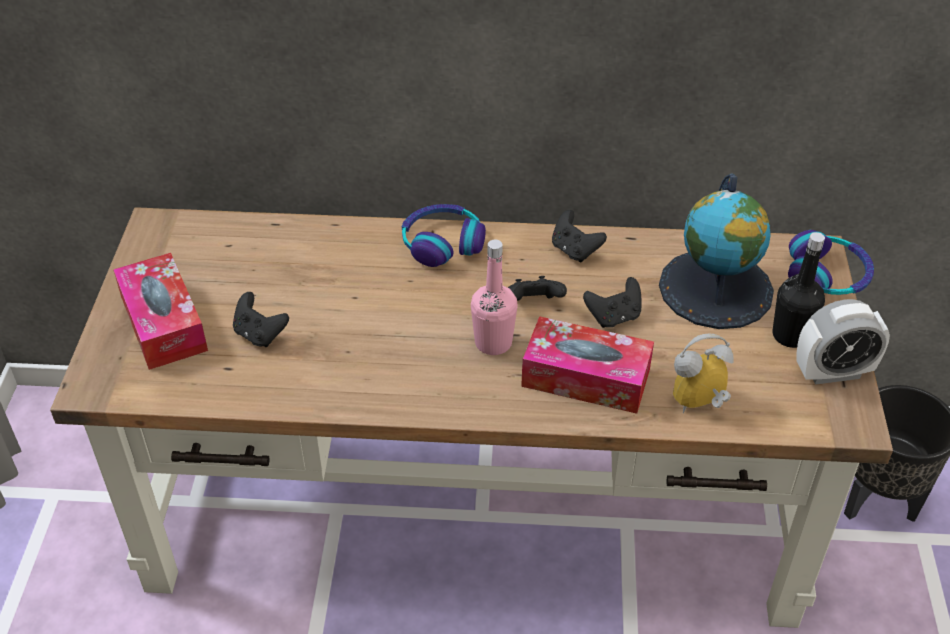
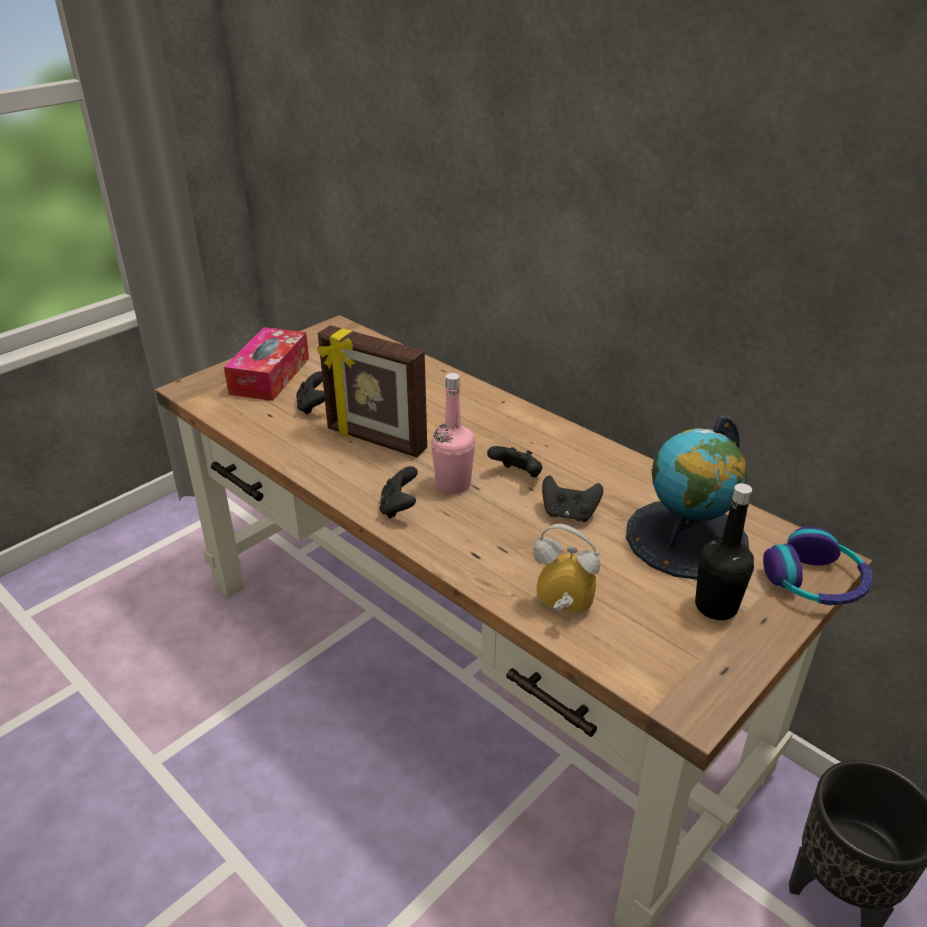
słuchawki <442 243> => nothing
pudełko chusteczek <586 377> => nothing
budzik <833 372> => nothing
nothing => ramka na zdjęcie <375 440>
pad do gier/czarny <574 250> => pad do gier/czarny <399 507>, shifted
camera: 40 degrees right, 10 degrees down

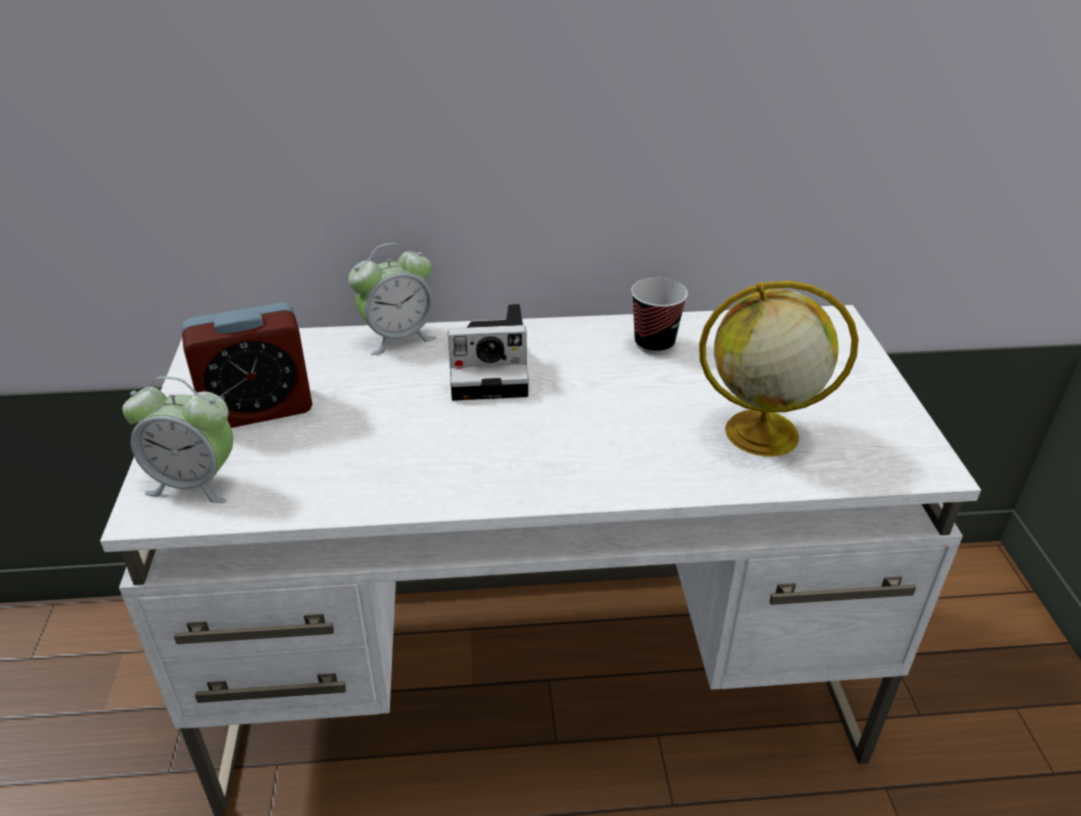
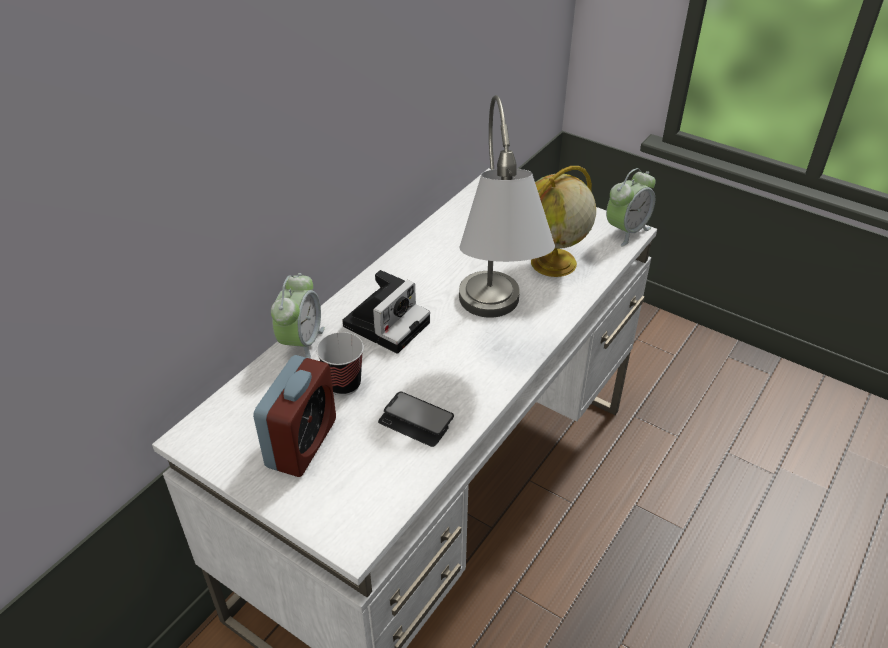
nothing => telefon <416 420>
nothing => lampa stołowa/szary <494 325>
budzik <195 482> => budzik <626 231>, shifted
filiżanka <654 344> => filiżanka <344 384>, shifted
camera: 50 degrees left, 5 degrees up

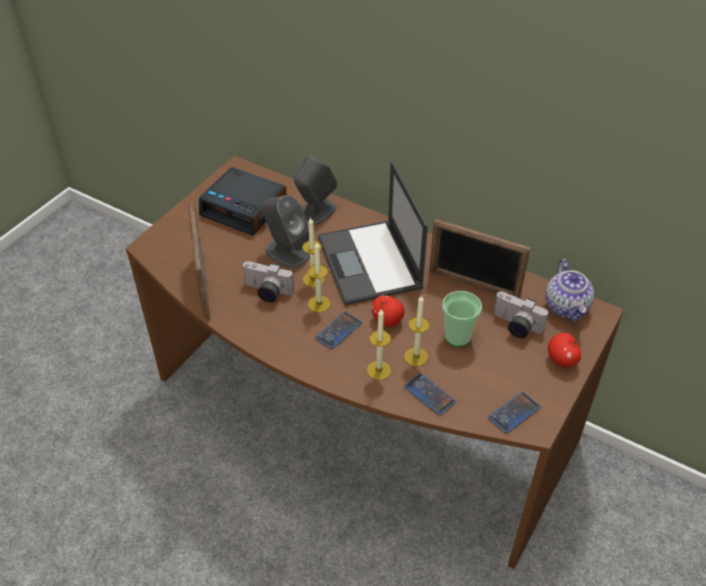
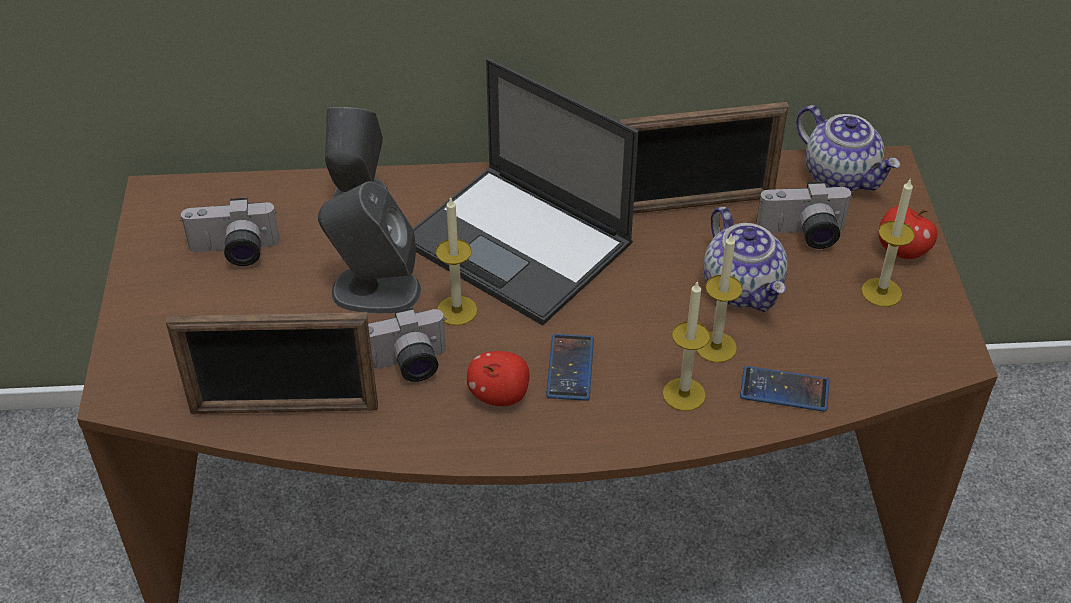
telefon <514 412> => nothing
świeca <319 304> => świeca <881 292>, shifted
jabłko <387 320> => jabłko <499 395>, shifted
budzik <245 208> => aparat fotograficzny <234 252>
filiżanka <457 337> => imbryk <743 289>
ramka na zdjęcie <203 285> => ramka na zdjęcie <284 409>, 45 degrees counterclockwise
camera: 35 degrees left, 0 degrees up

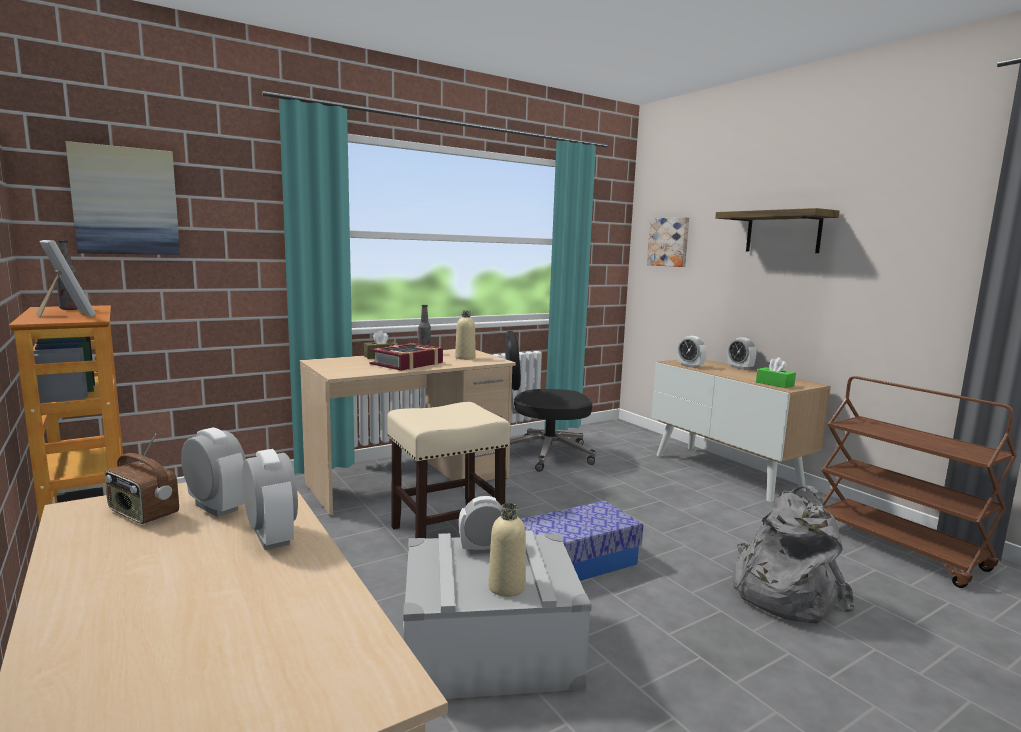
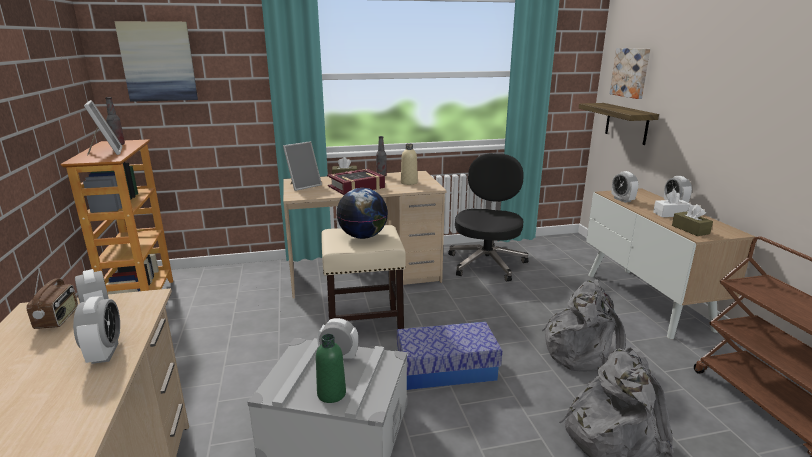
nothing => ramka na zdjęcie <303 186>
nothing => globus <363 236>
nothing => plecak/szary <583 352>
nothing => pudełko chusteczek/biały <670 214>
półka <783 232> => półka <626 123>, shifted
butelka/beżowy <506 587> => butelka/zielony <331 394>
pudełko chusteczek/zielony <774 384> => pudełko chusteczek/brązowy <690 229>
radio <142 513> => radio <58 319>, 150 degrees counterclockwise
krzesło biurowe/czarny <544 454> => krzesło biurowe/czarny <486 263>, 90 degrees clockwise
camera: 20 degrees right, 10 degrees up

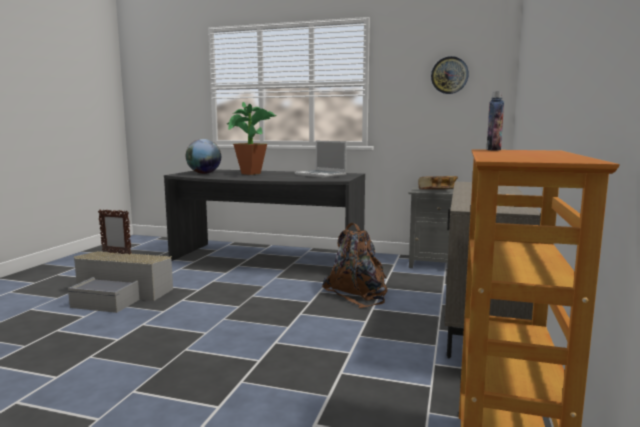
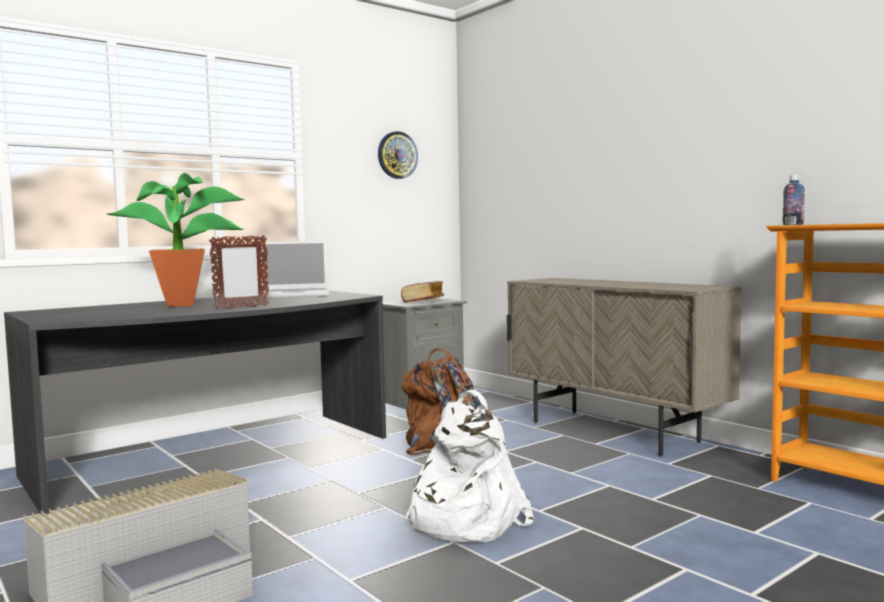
globus <204 173> => nothing
nothing => plecak/biały <462 520>
ramka na zdjęcie <116 253> => ramka na zdjęcie <241 307>, shifted
camera: 55 degrees left, 5 degrees down

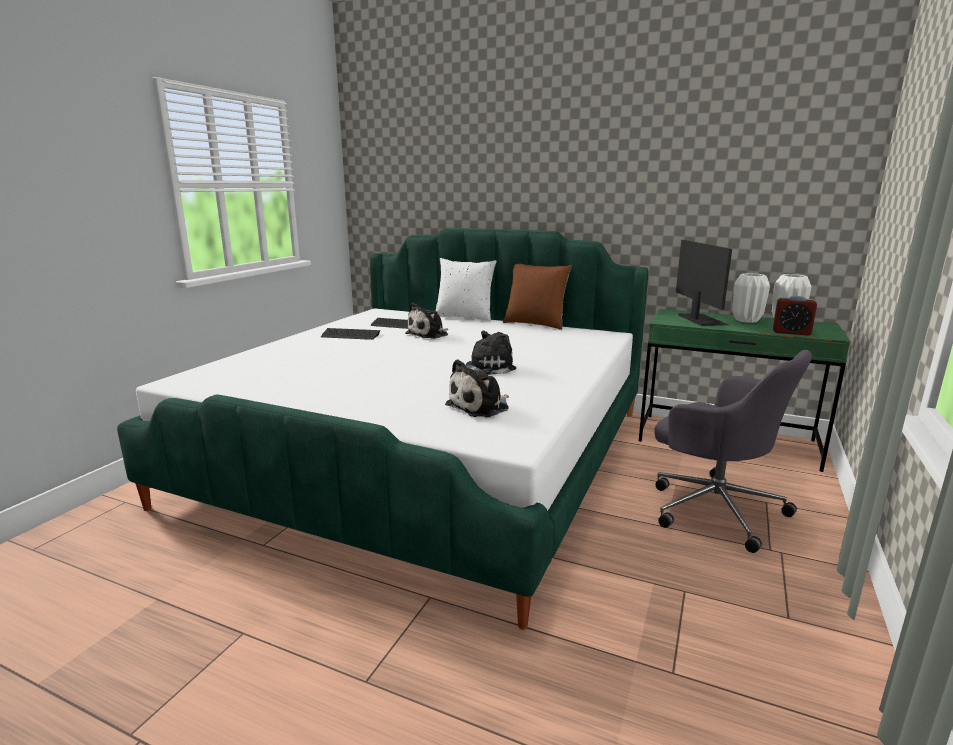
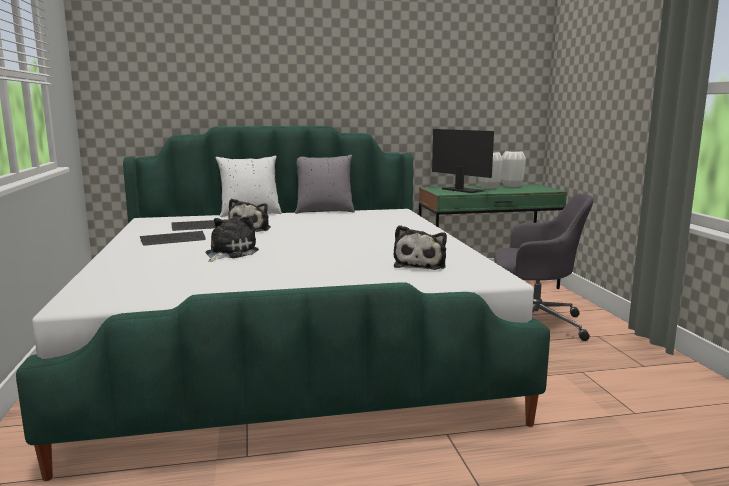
budzik <791 332> => nothing
pluszak <487 368> => pluszak <229 253>, shifted
poduszka/brązowy <535 324> => poduszka/szary <324 211>
camera: 35 degrees left, 5 degrees down

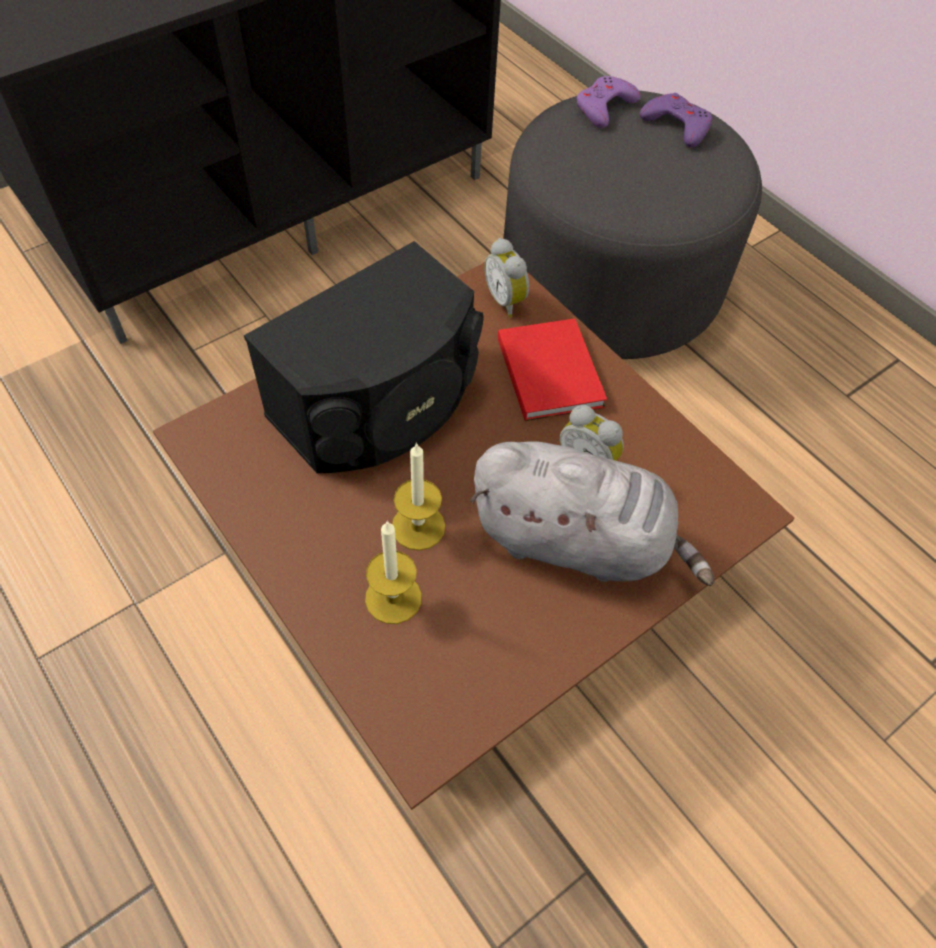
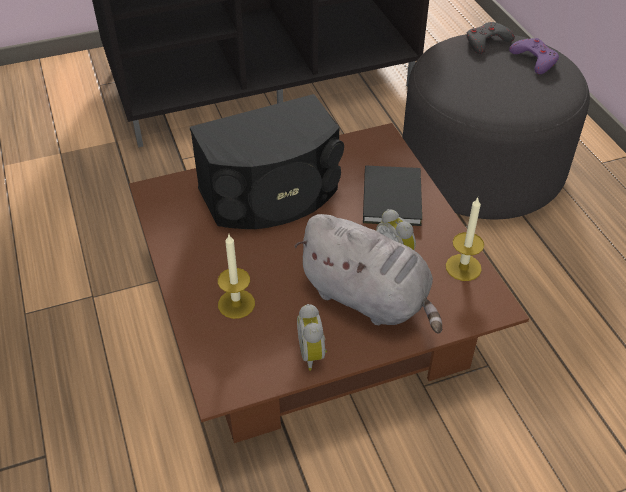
świeca <418 526> => świeca <463 267>, shifted
budzik <507 300> => budzik <313 353>, shifted
książka/czerwony <550 370> => książka/czarny <393 197>
pad do gier/fioletowy <604 107> => pad do gier/szary <486 42>
camera: 20 degrees right, 10 degrees down

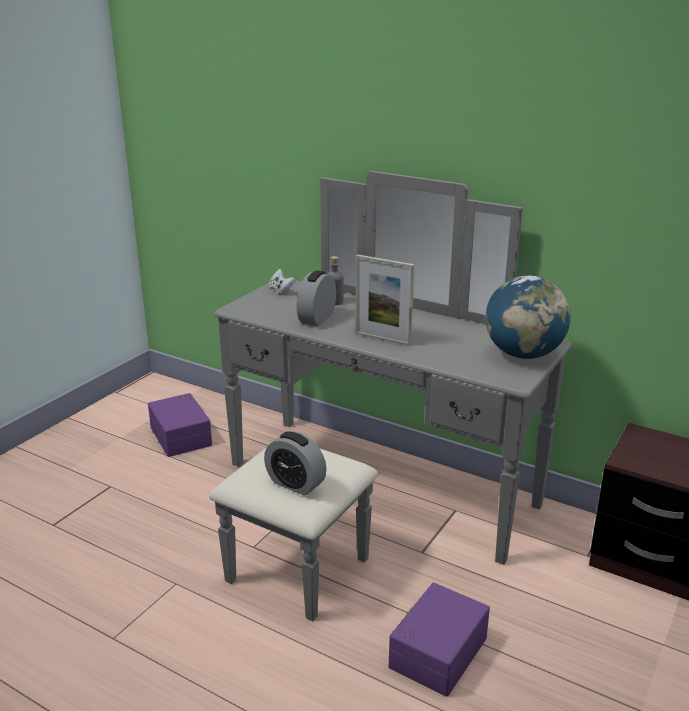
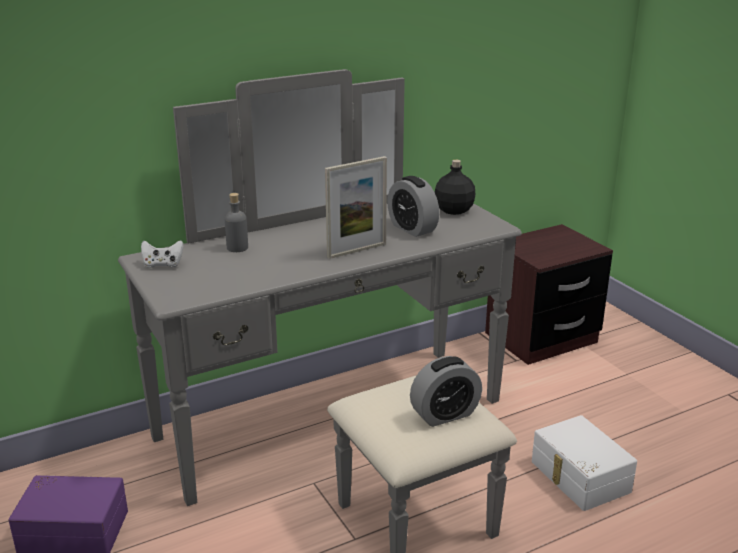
budzik <317 318> => budzik <412 228>, shifted
globus <523 354> => butelka/czarny <454 210>
pojemnik do przechowywania/fioletowy <436 651> => pojemnik do przechowywania/biały <578 477>
camera: 60 degrees left, 0 degrees up

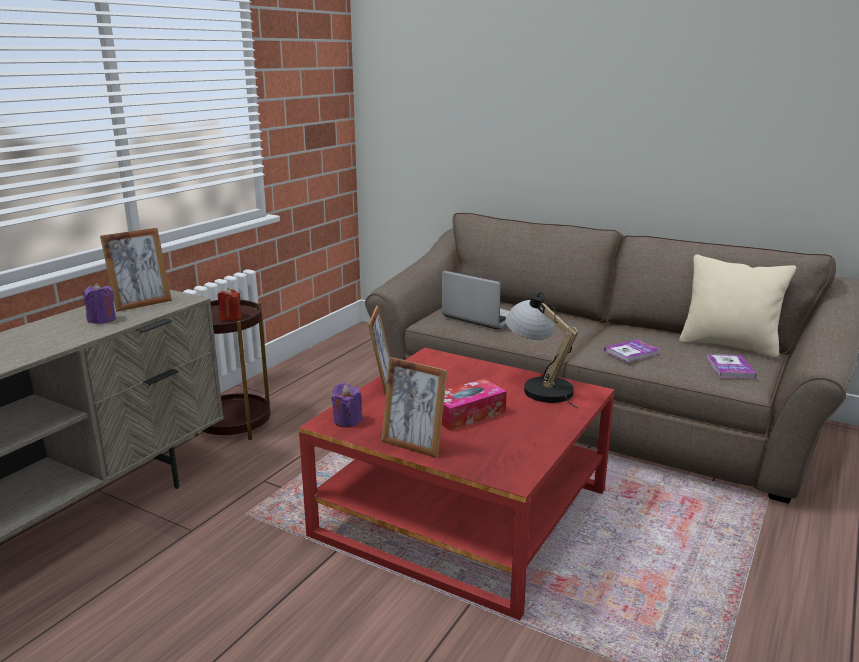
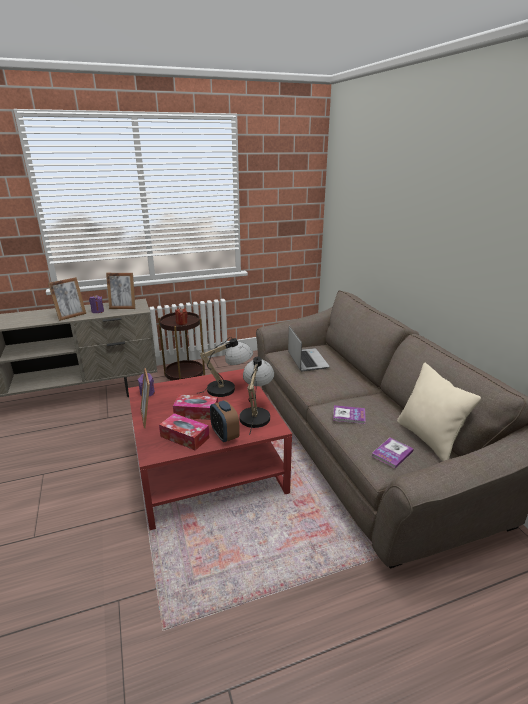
nothing => pudełko chusteczek <184 437>
nothing => lampa stołowa <228 388>
nothing => budzik <225 435>
ramka na zdjęcie <382 383> => ramka na zdjęcie <71 316>, shifted
camera: 40 degrees right, 5 degrees up

